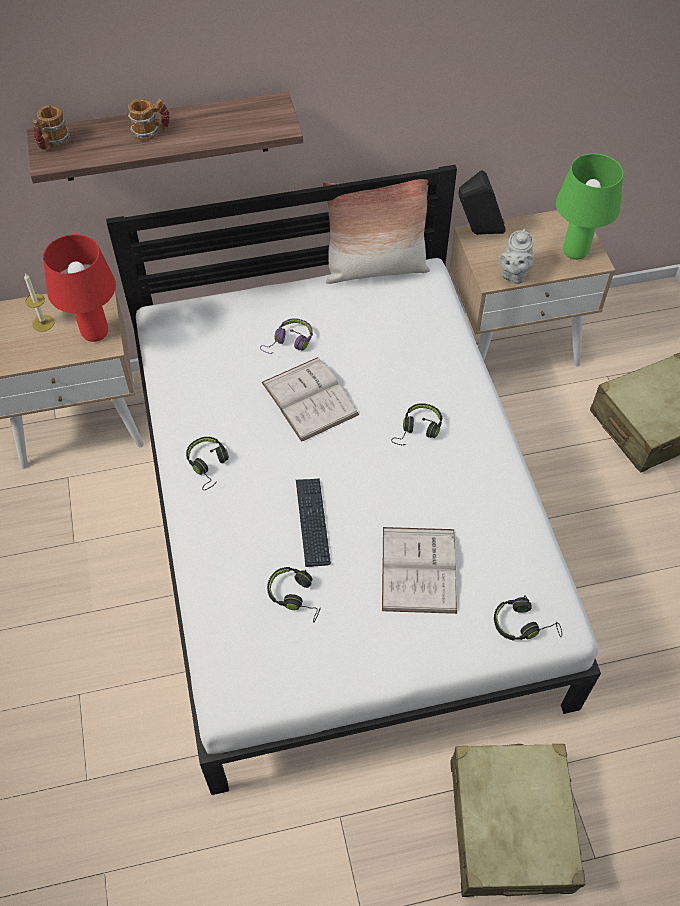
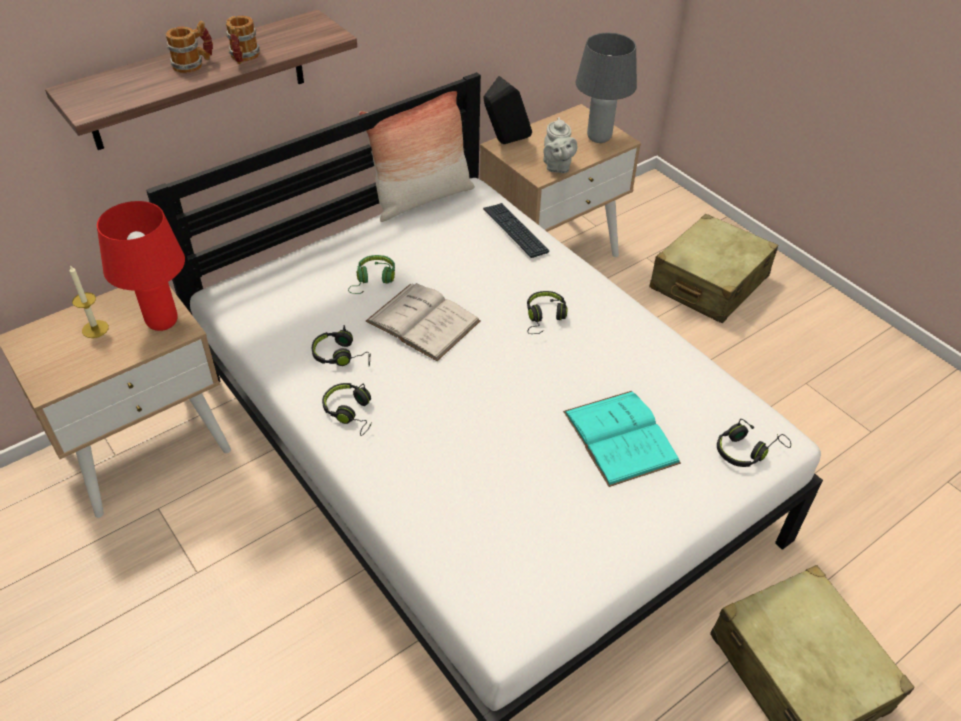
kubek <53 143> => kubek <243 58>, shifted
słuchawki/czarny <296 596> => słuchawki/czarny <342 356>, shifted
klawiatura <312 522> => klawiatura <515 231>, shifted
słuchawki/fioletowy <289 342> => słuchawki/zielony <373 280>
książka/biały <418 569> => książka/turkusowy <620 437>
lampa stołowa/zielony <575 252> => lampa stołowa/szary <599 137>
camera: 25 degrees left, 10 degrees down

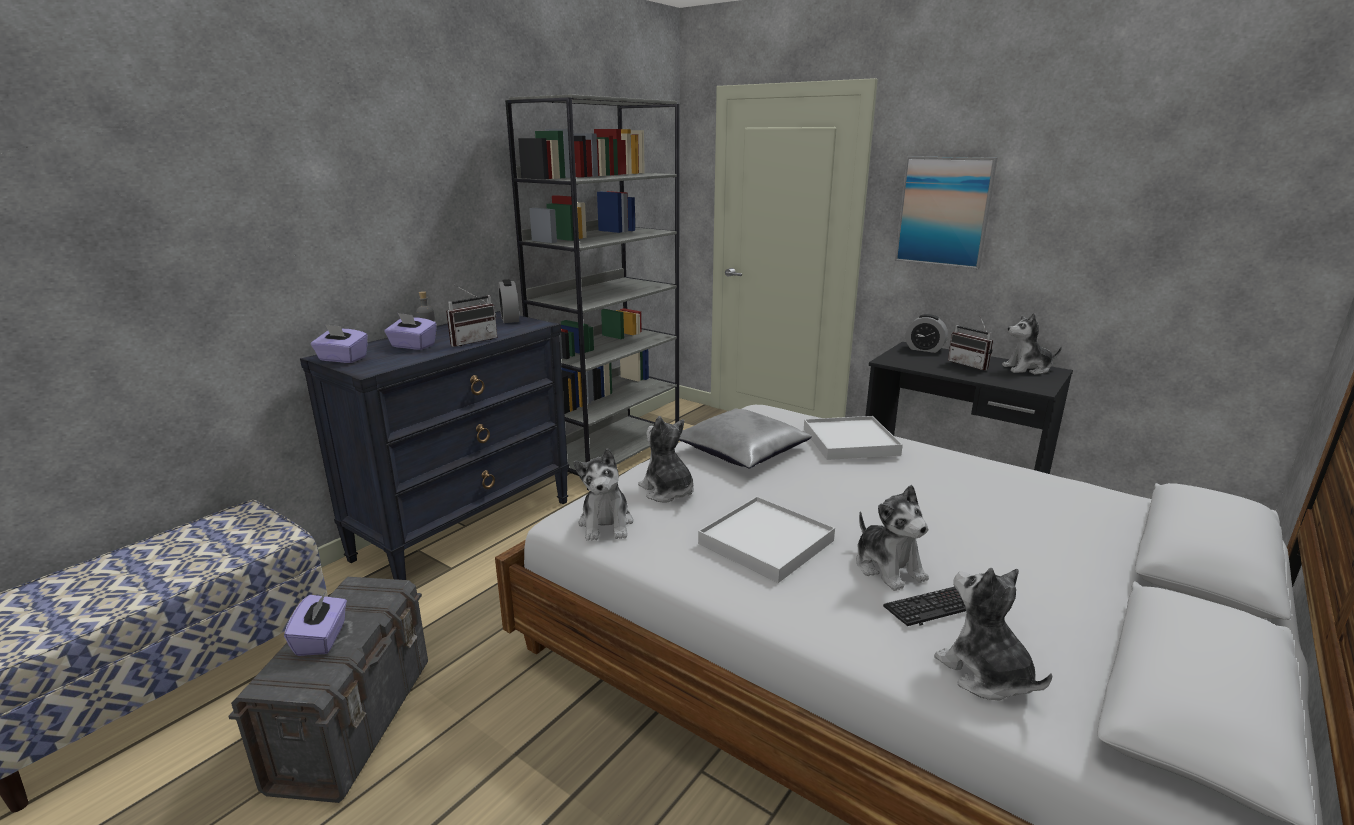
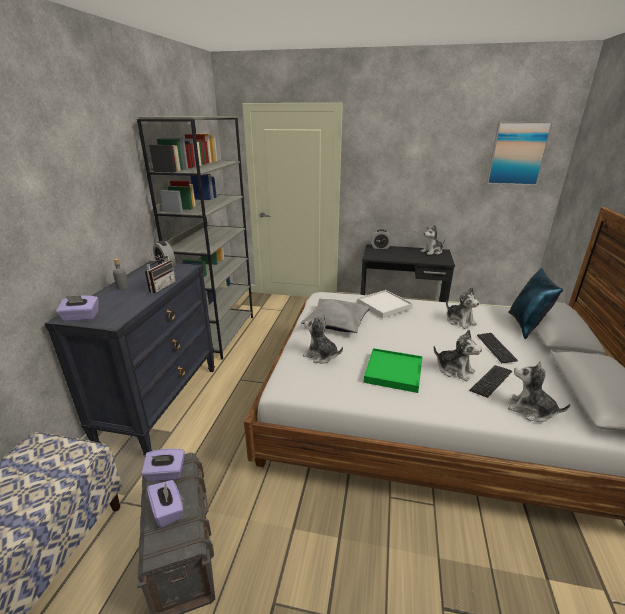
radio <970 365> => nothing
nothing => klawiatura <495 348>
nothing => poduszka/niebieski <526 326>
pudełko chusteczek/fioletowy <413 346> => pudełko chusteczek/fioletowy <166 473>, shifted
pluszak <606 524> => pluszak <459 321>, shifted
obraz <944 212> => obraz <517 154>, shifted
taca/biały <765 542> => taca/zielony <393 372>
camera: 25 degrees left, 5 degrees up

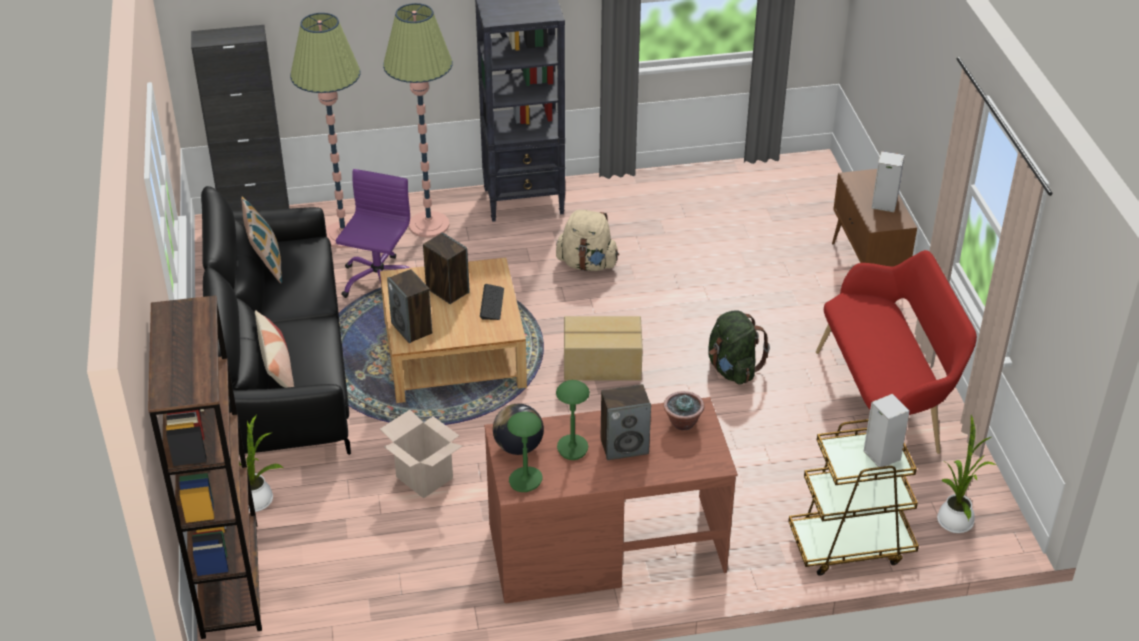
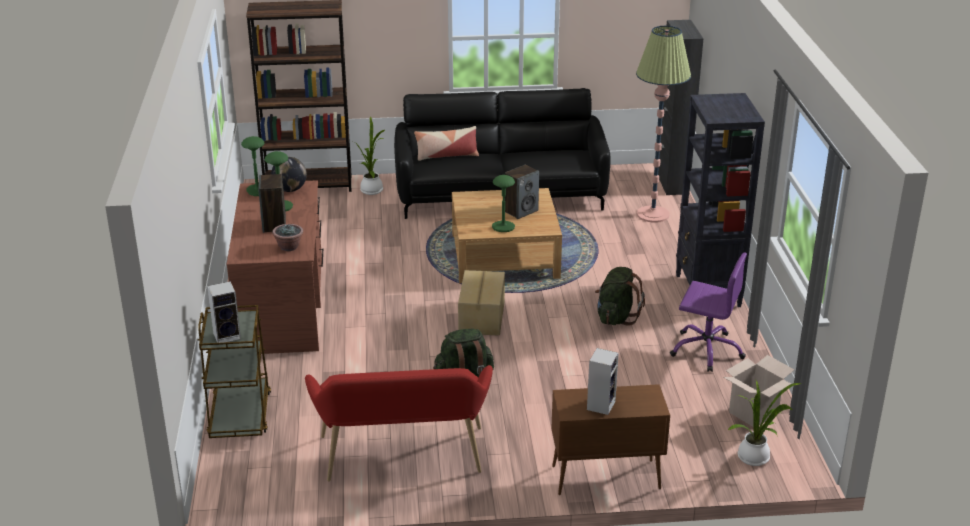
poduszka <266 265> => nothing
lampa stojąca <429 225> => nothing
głośnik <412 328> => nothing
krzesło biurowe/fioletowy <378 280> => krzesło biurowe/fioletowy <706 350>, shifted
karton <424 477> => karton <753 413>, shifted
roślina doniczkowa <955 519> => roślina doniczkowa <756 458>, shifted
klawiatura <492 303> => lampa stołowa/zielony <503 227>
plecak/beżowy <587 264> => plecak/zielony <616 317>
camera: 95 degrees right, 10 degrees down

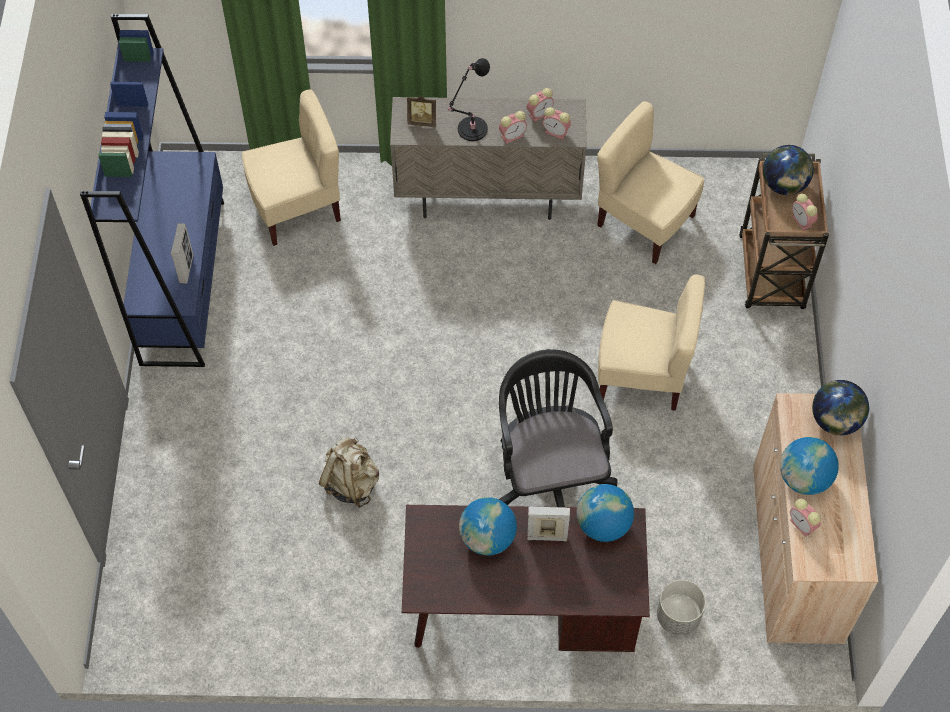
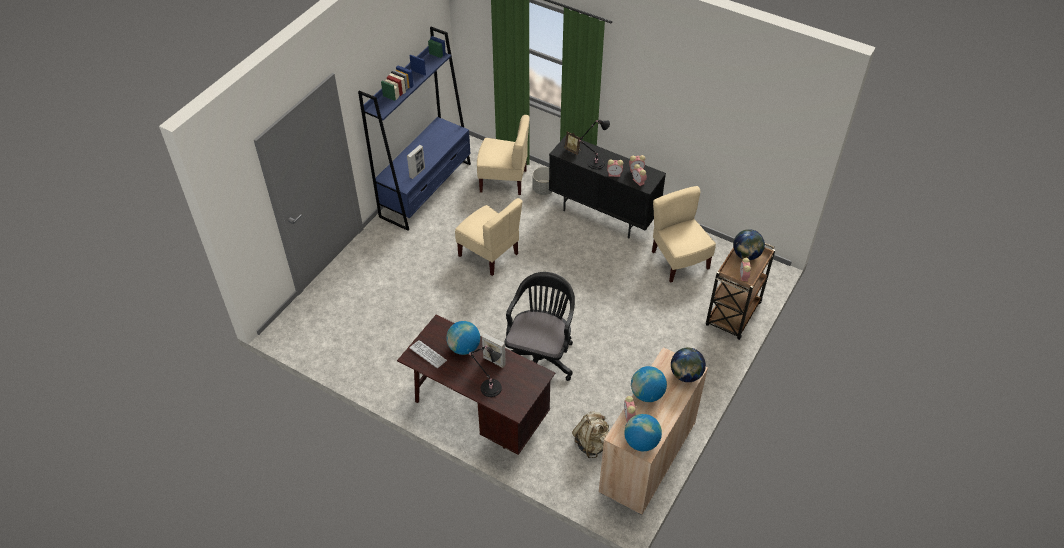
nothing => klawiatura <428 354>
nothing => lampa stołowa/czarny <489 387>
plecak/beżowy <351 483> => plecak/beżowy <592 443>, shifted
globus <603 525> => globus <641 442>, shifted
krzesło/beżowy <642 375> => krzesło/beżowy <489 254>, shifted
donica/szary <678 617> => donica/szary <543 189>, shifted
szafka/beżowy <488 198> => szafka/czarny <603 215>
camera: 30 degrees right, 10 degrees down

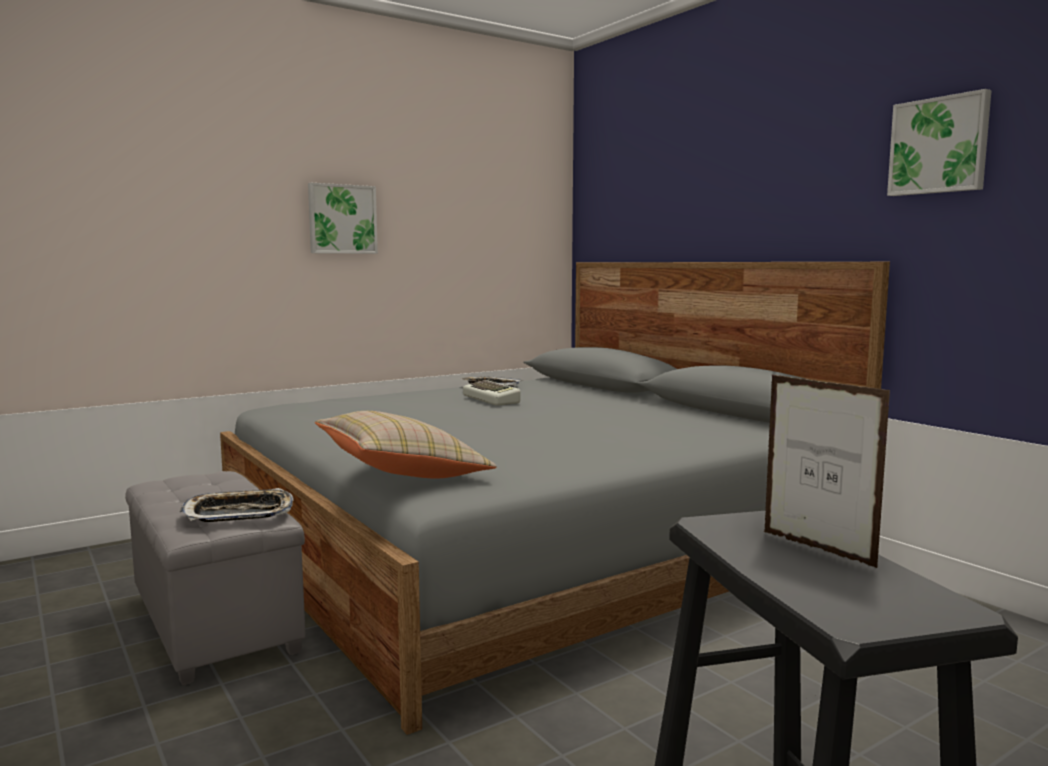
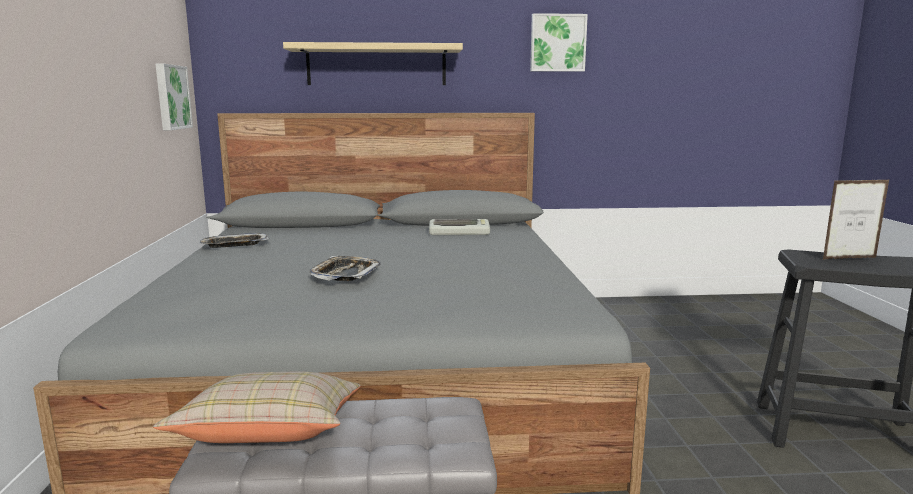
nothing => półka <376 65>
taca <239 513> => taca <345 274>, shifted
obraz <342 219> => obraz <171 97>, shifted
poduszka/beżowy <402 474> => poduszka/beżowy <272 436>, shifted
klawiatura <492 399> => klawiatura <460 232>, shifted
camera: 60 degrees left, 5 degrees up

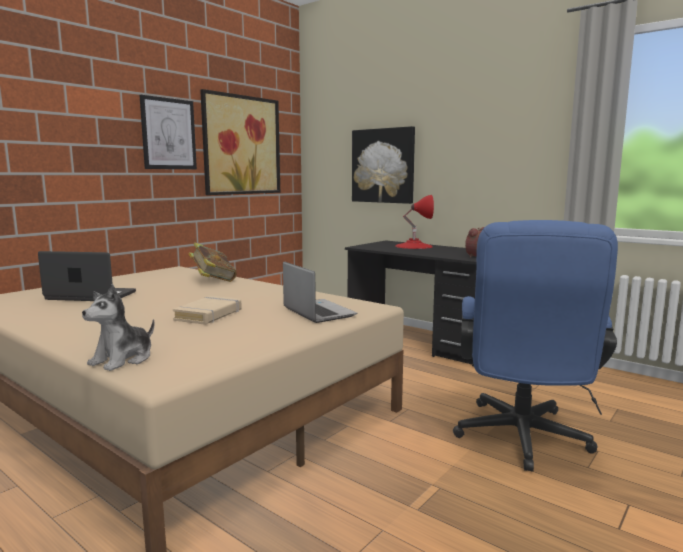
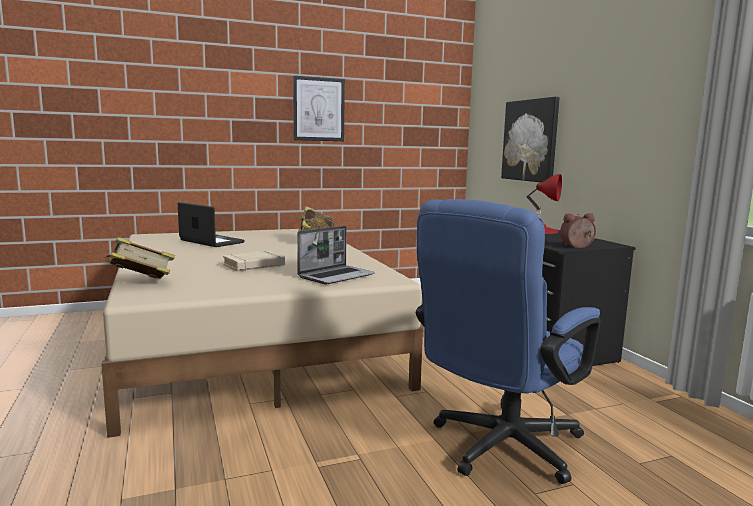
obraz <241 145> => nothing
pluszak <123 359> => książka <141 283>
laptop <317 312> => laptop <336 276>, 45 degrees clockwise
camera: 30 degrees right, 0 degrees up

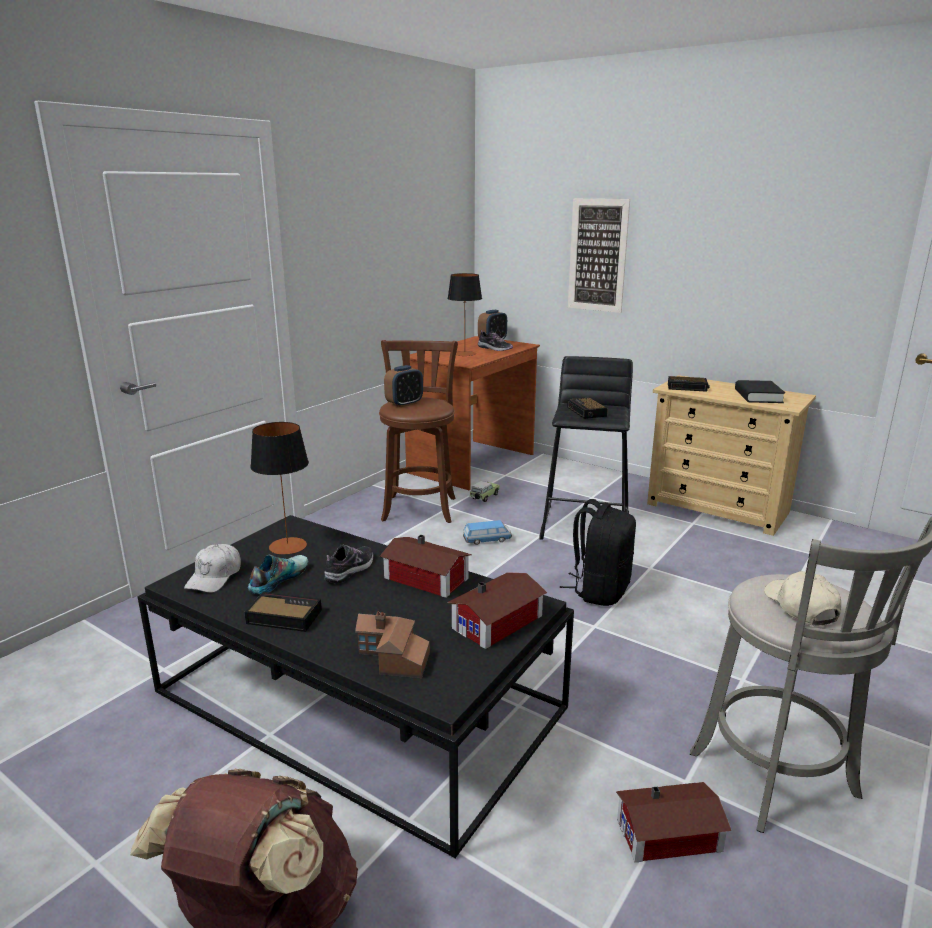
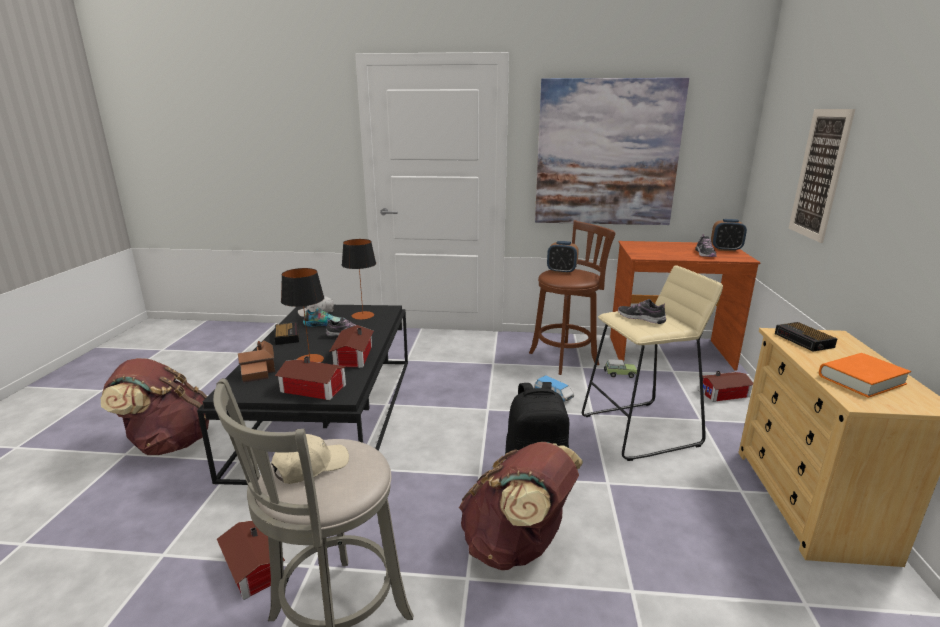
nothing => plecak/brązowy <517 546>
nothing => obraz <607 154>
nothing => domek <725 394>
lampa stołowa <464 354> => lampa stołowa <310 360>, shifted
budzik <587 412> => but <641 318>
stołek/czarny <586 525> => stołek/beżowy <641 430>
książka/czarny <758 396> => książka/pomarańczowy <861 380>
camera: 60 degrees right, 0 degrees up

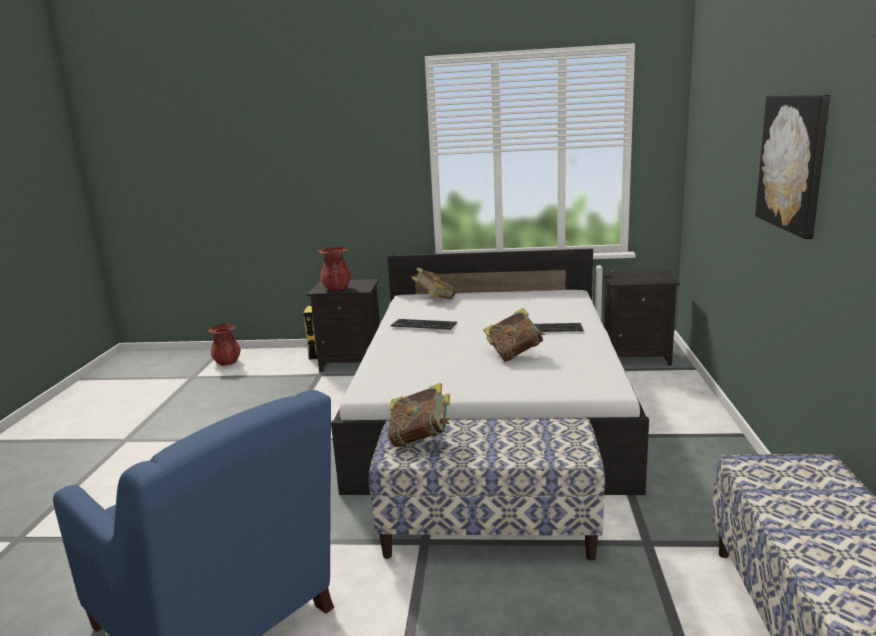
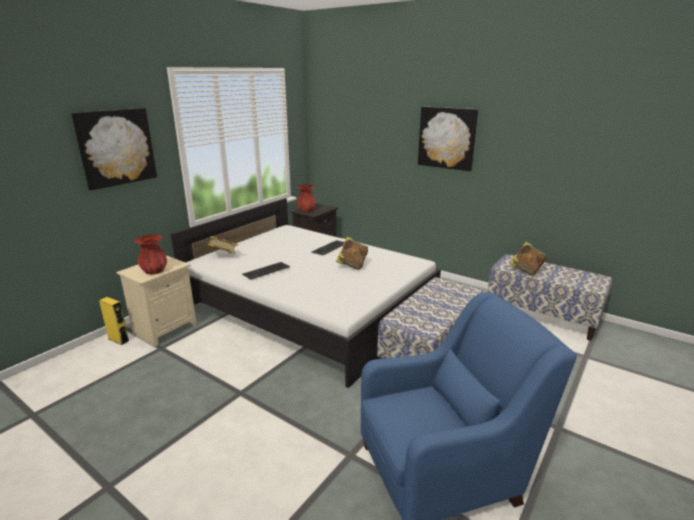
nothing => obraz <116 147>
wazon/czerwony <227 362> => wazon/czerwony <306 210>, shifted
książka <421 439> => książka <526 270>, shifted
szafka nocna/czarny <352 362> => szafka nocna/beżowy <165 329>
camera: 60 degrees left, 5 degrees up

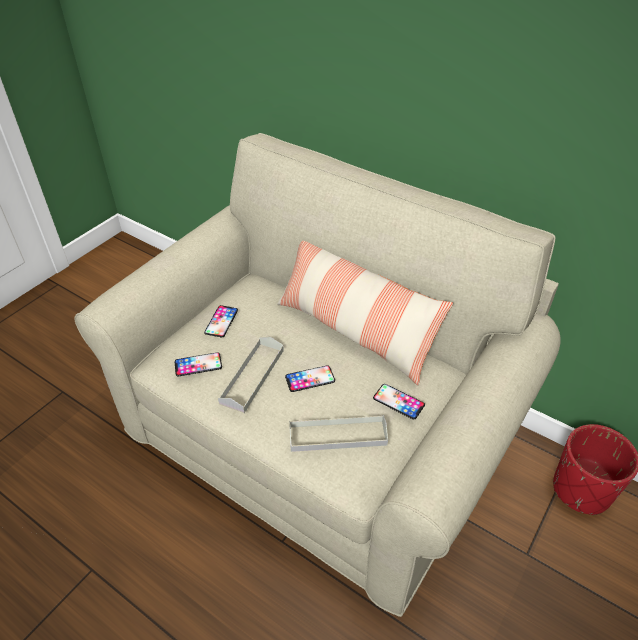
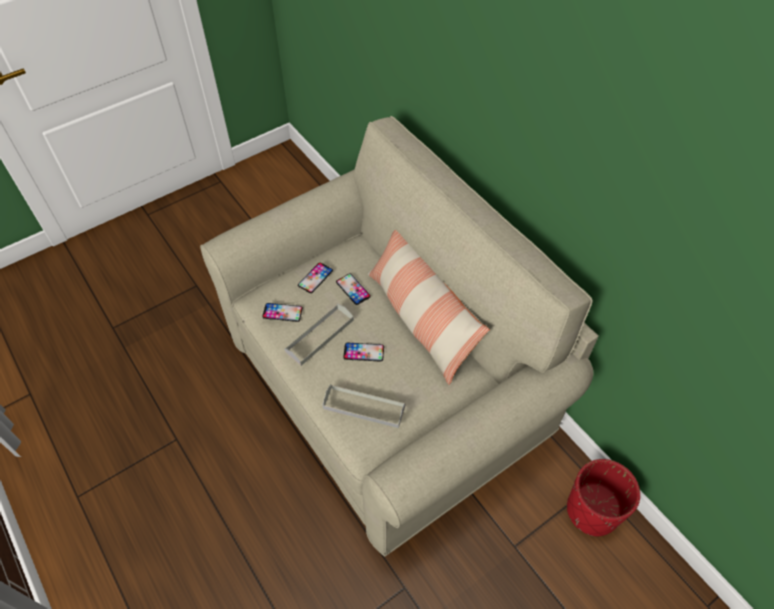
telefon <398 401> => telefon <353 289>, shifted
camera: 20 degrees right, 10 degrees up

